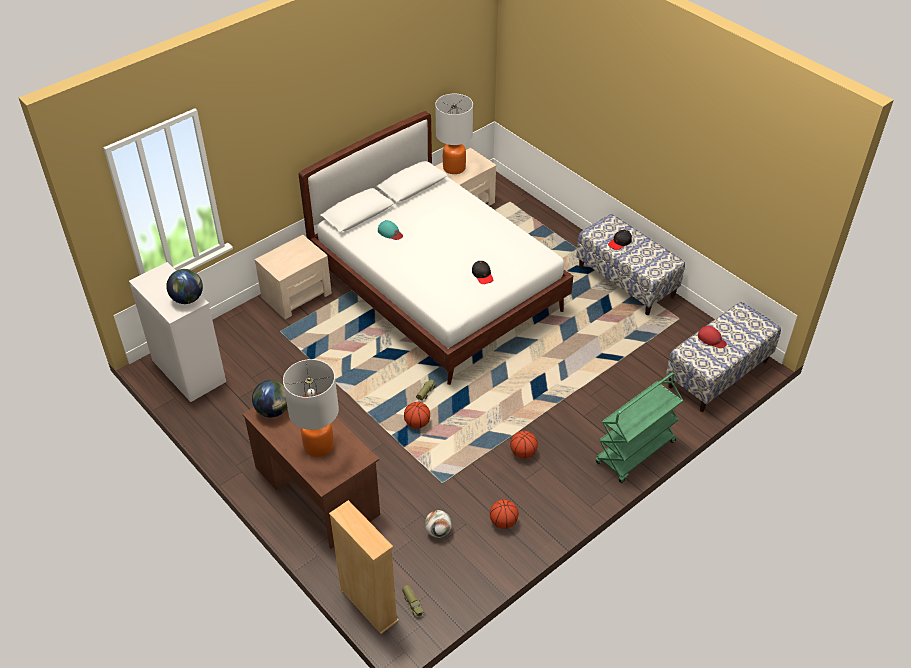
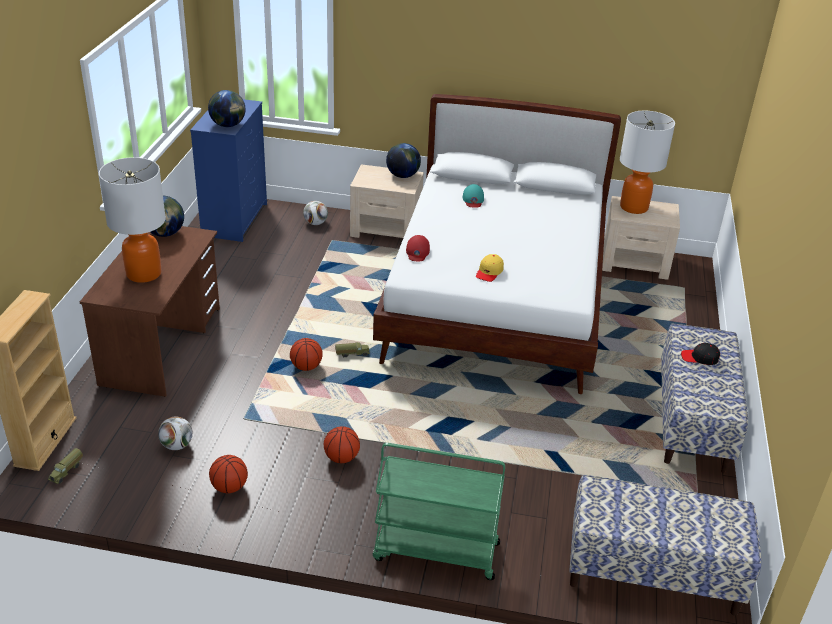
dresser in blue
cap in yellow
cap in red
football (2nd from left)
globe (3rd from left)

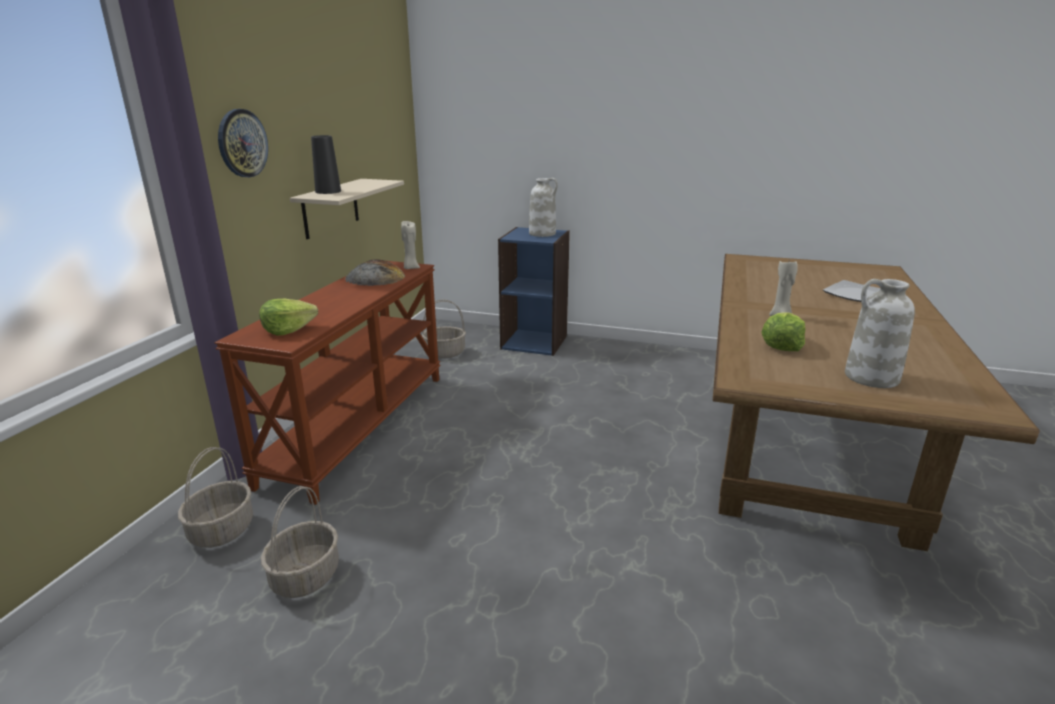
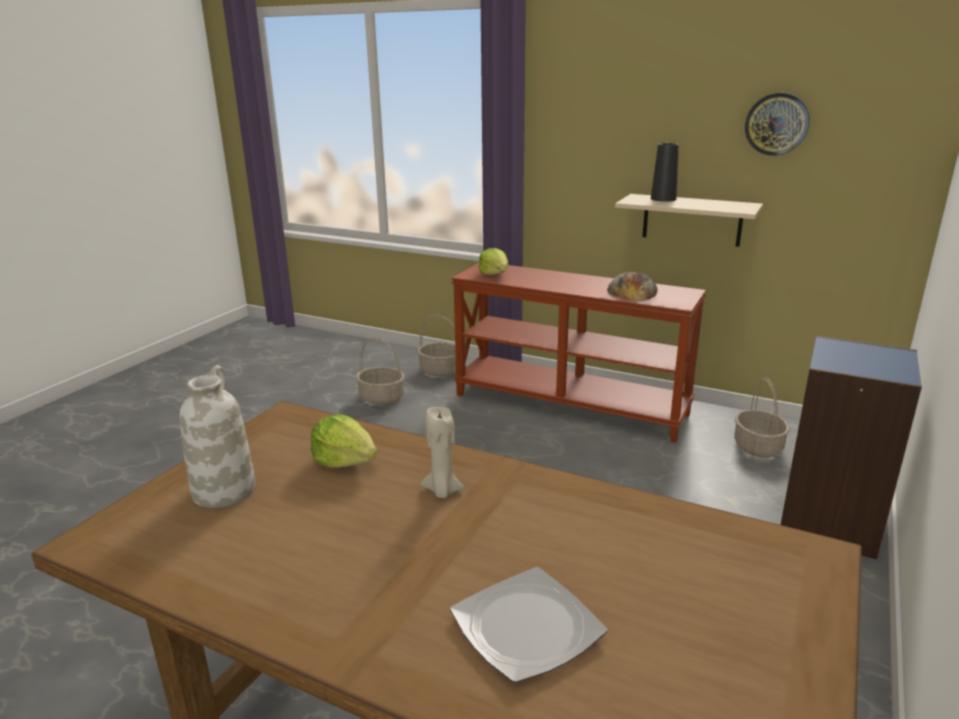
wall clock
candle in beige (1st from left in the first image)
vase in white (1st from left in the first image)

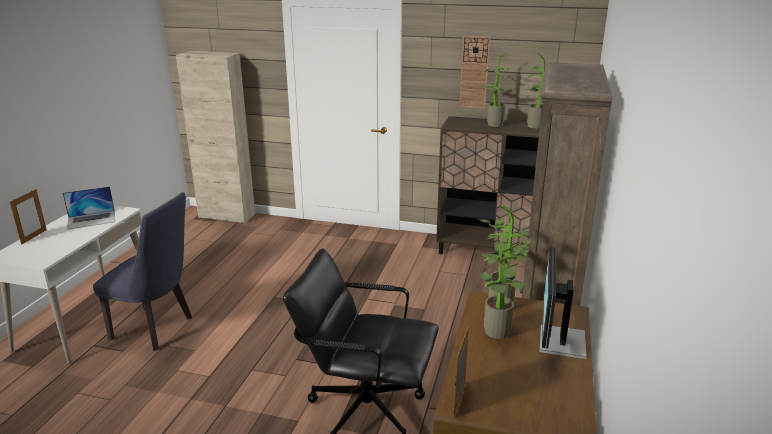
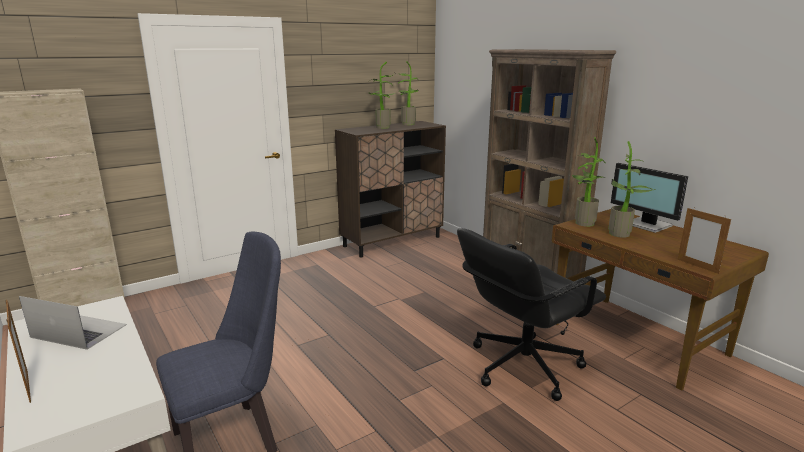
laptop
wall clock

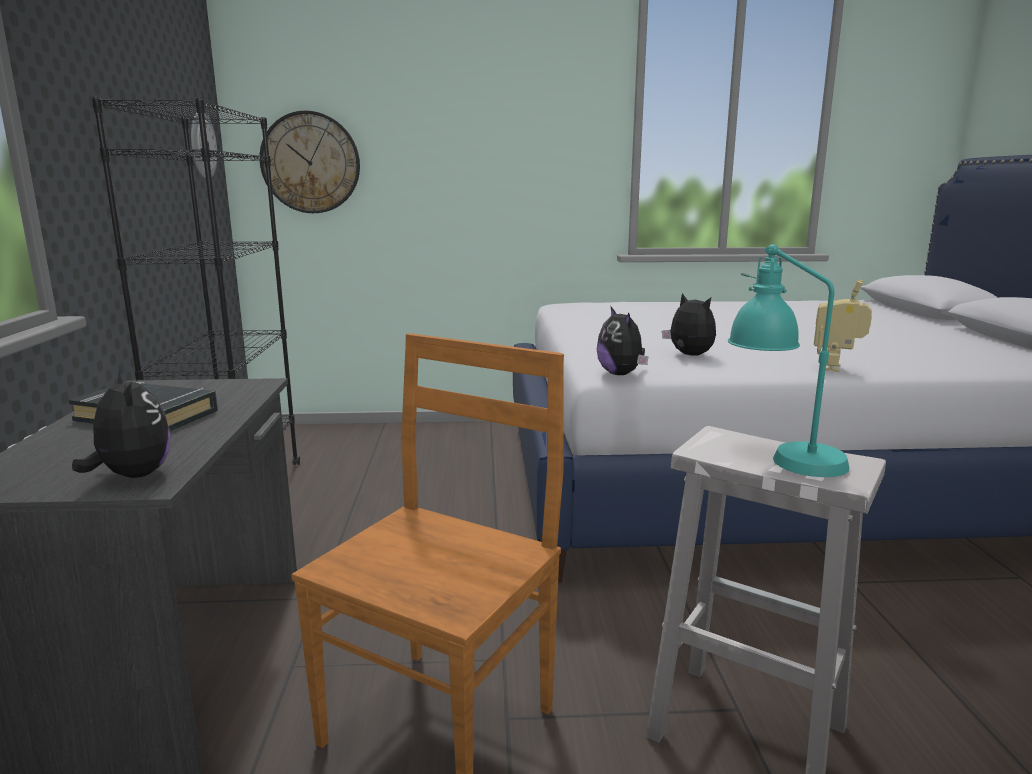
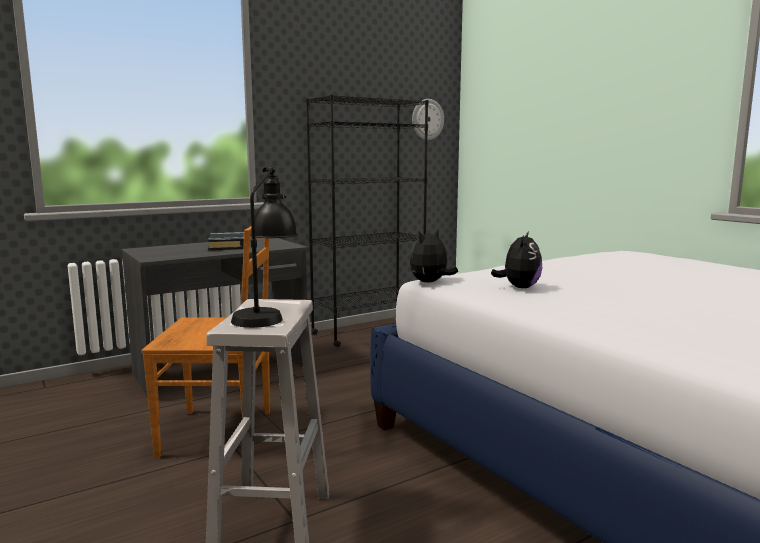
plush toy (1st from left in the first image)
wall clock (2nd from left in the first image)
table lamp in black
toy robot

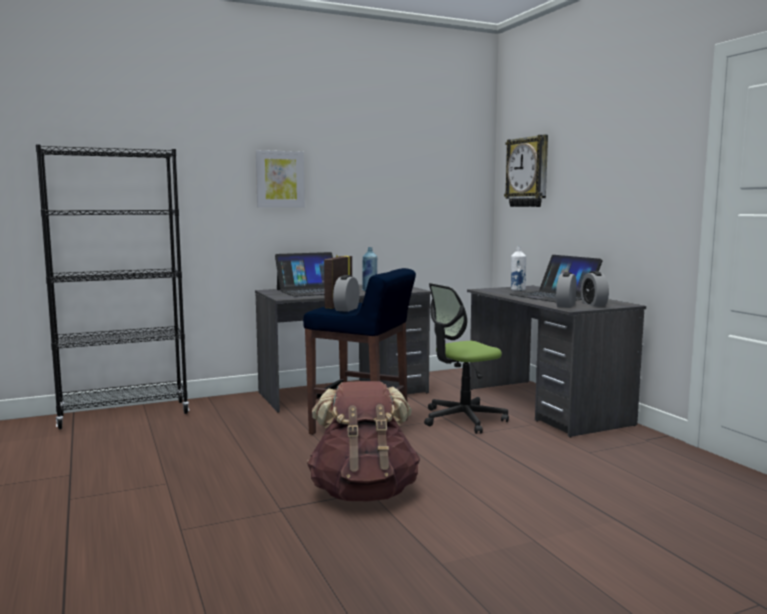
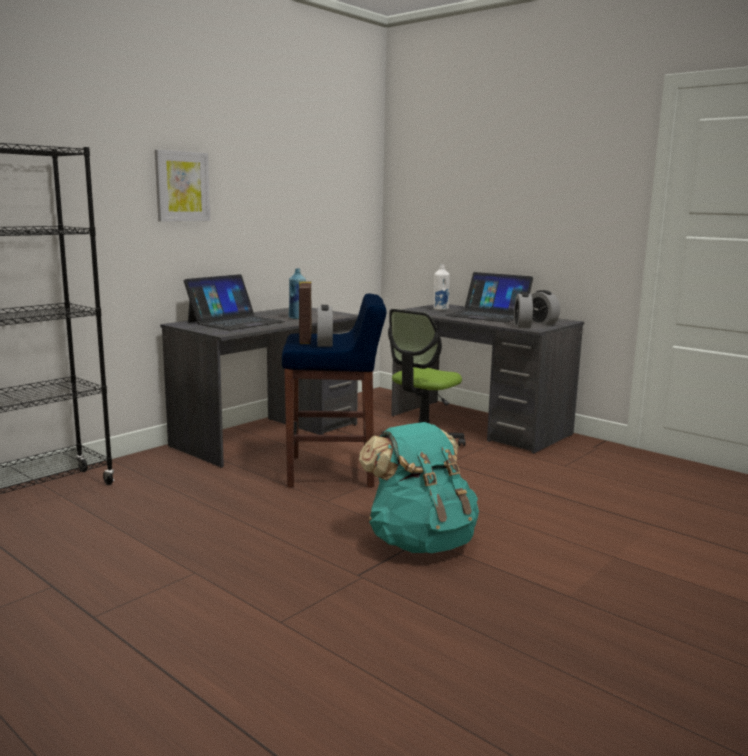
backpack in turquoise
wall clock

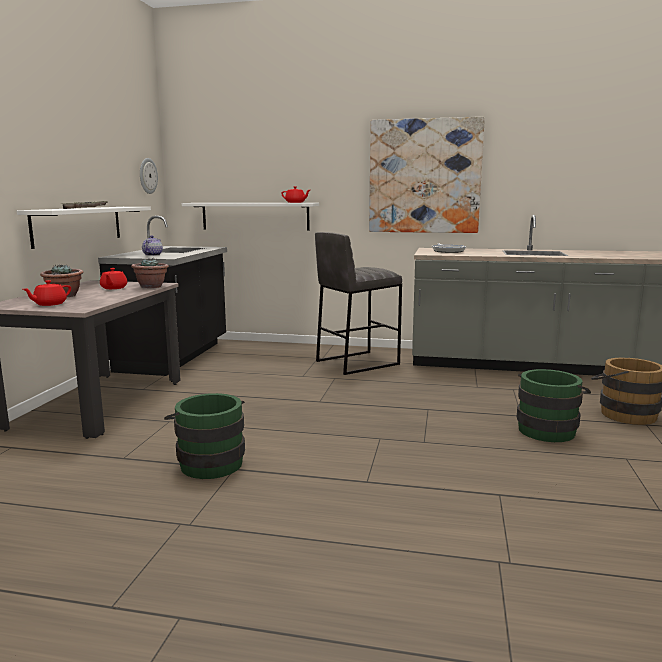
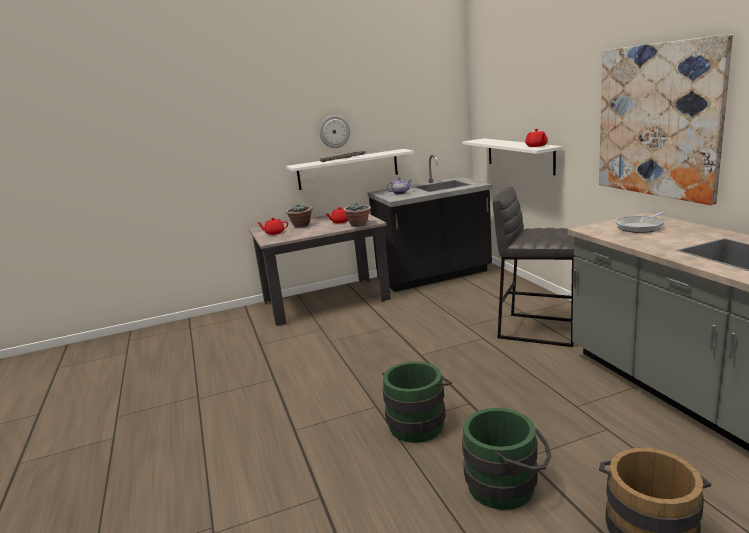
wall clock
bucket in green (1st from left)

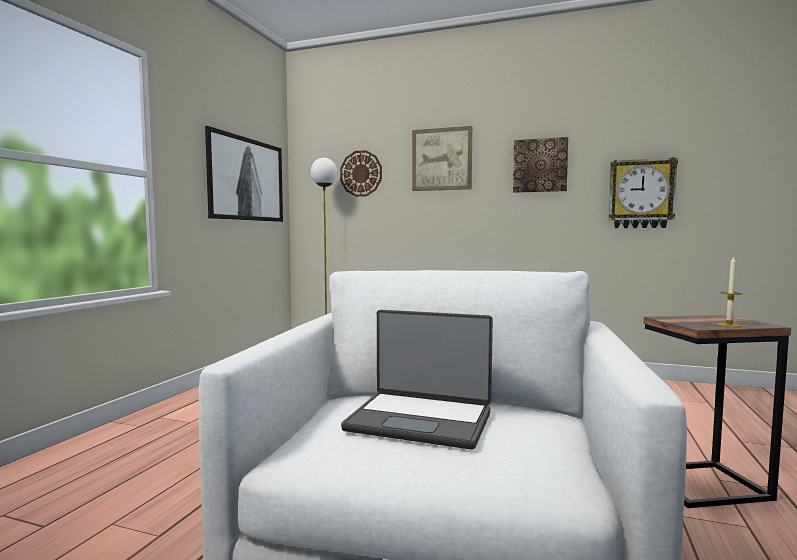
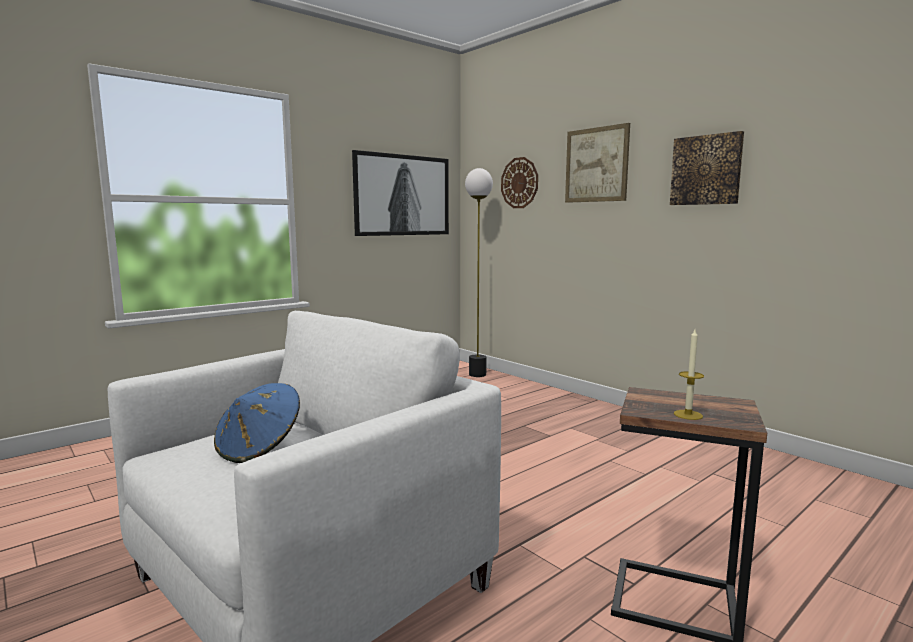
hat in blue
wall clock (2nd from left in the first image)

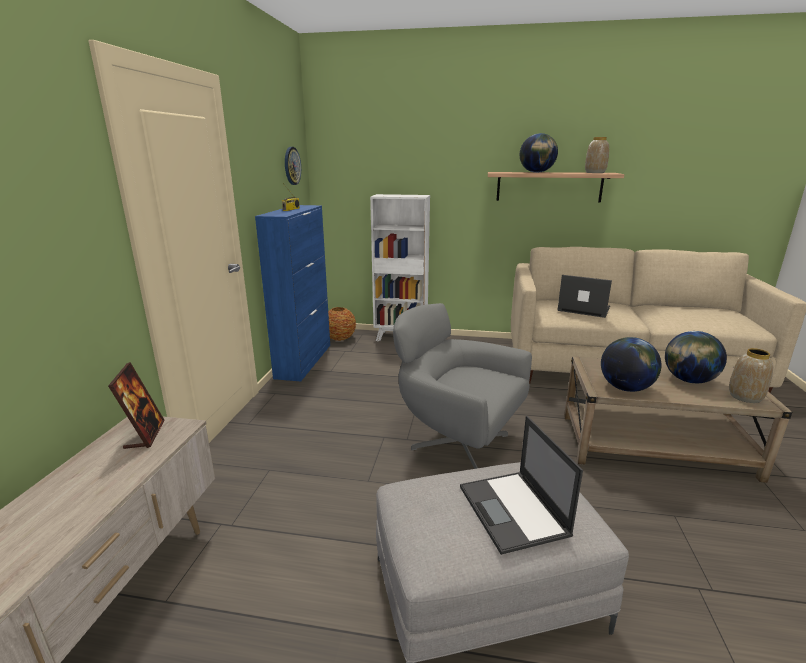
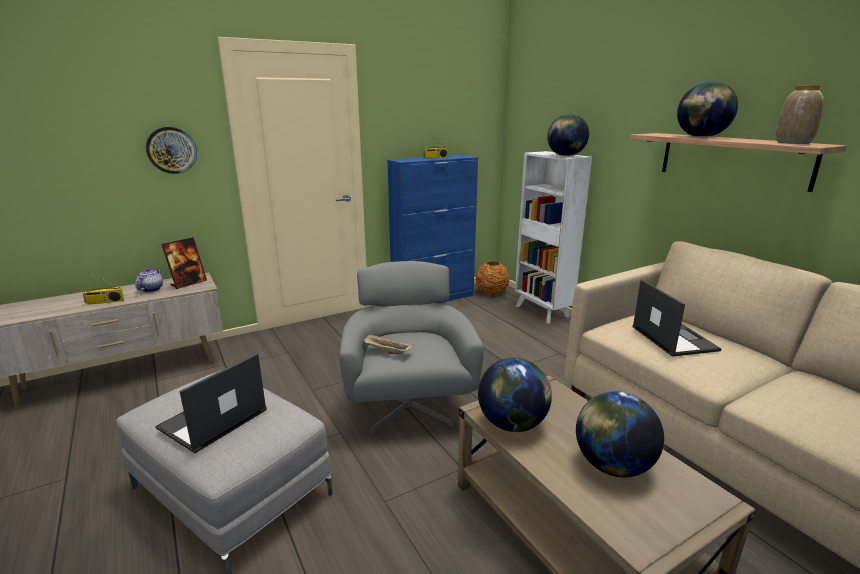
wall clock
vase (3rd from left in the first image)
radio (1st from left)
teapot
tray in beige
globe (2nd from left)

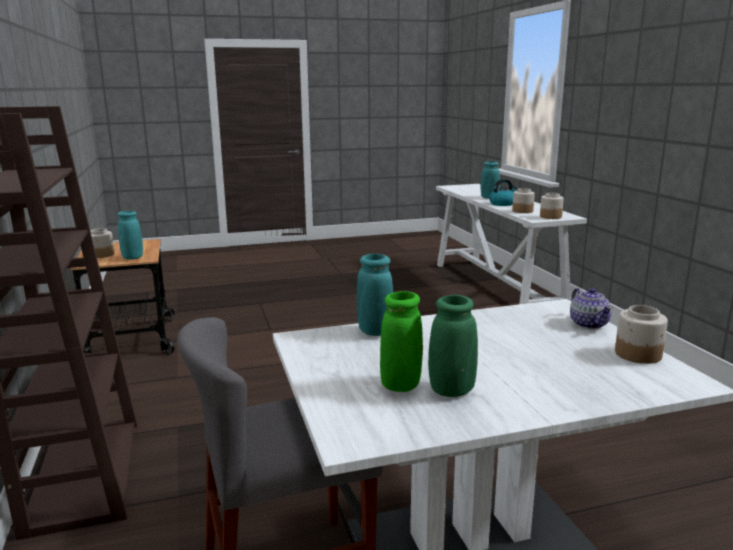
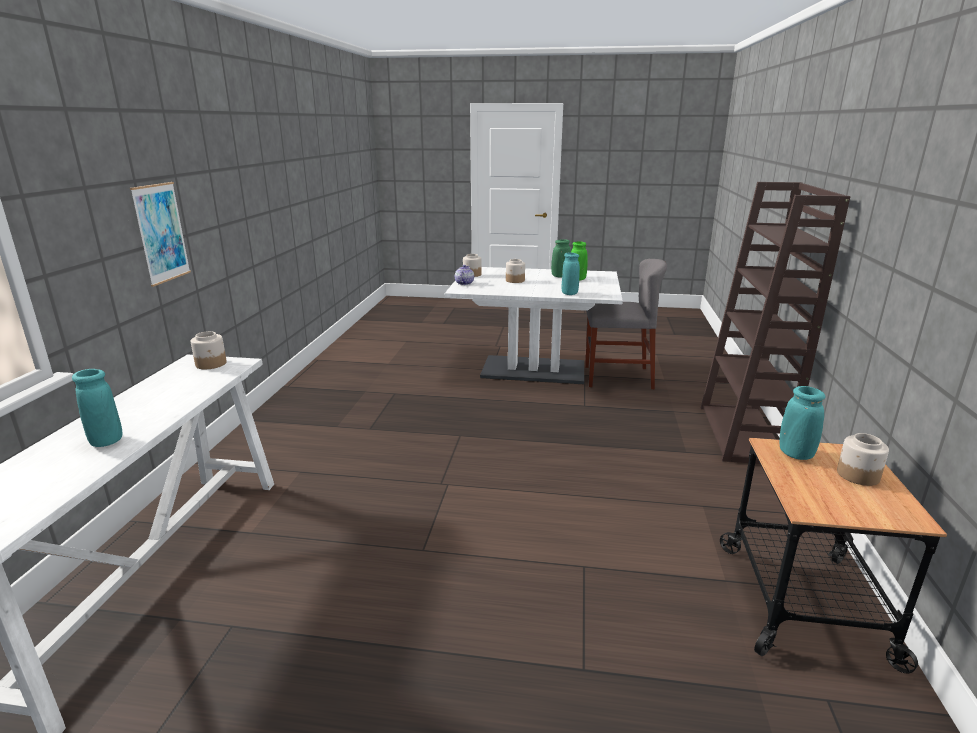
kettle
jar (3rd from left)
picture

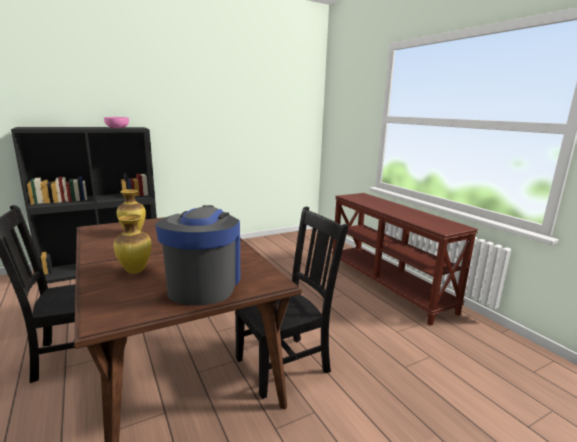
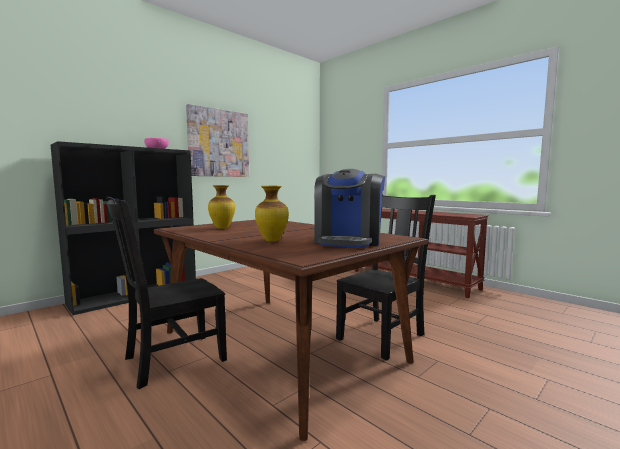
coffee machine
picture

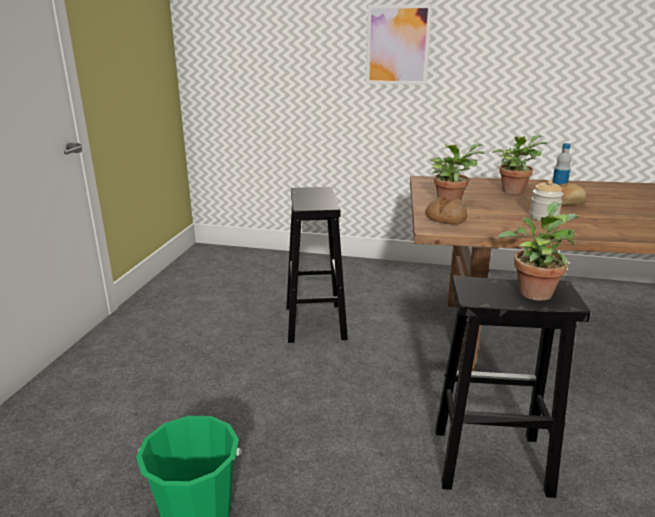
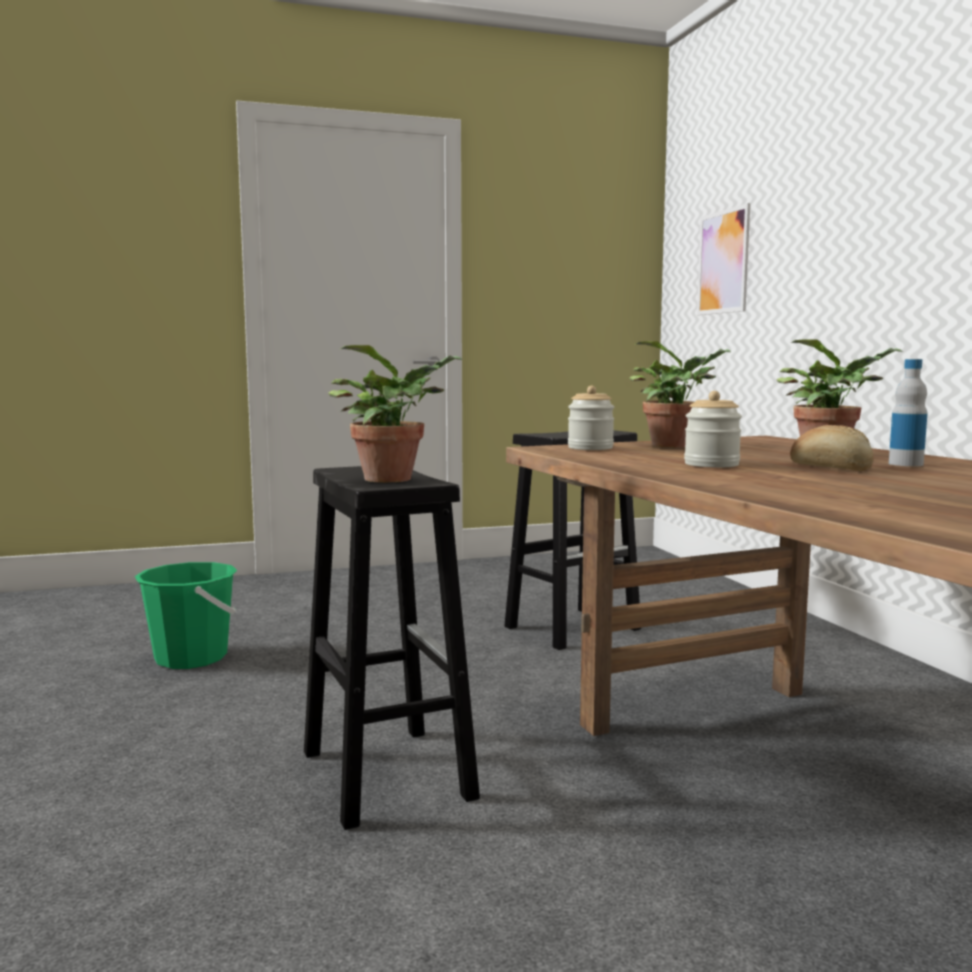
picture
jar (1st from left)

